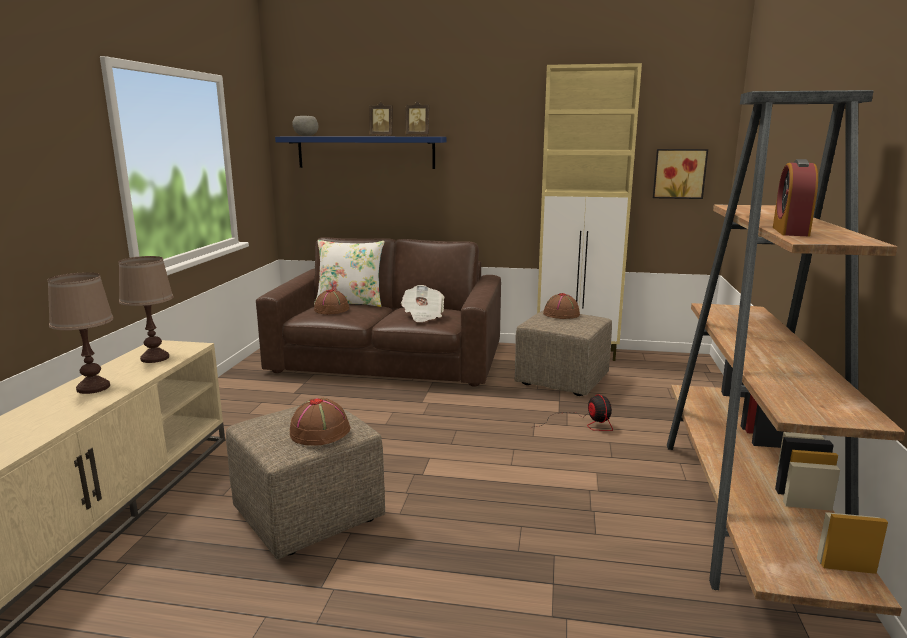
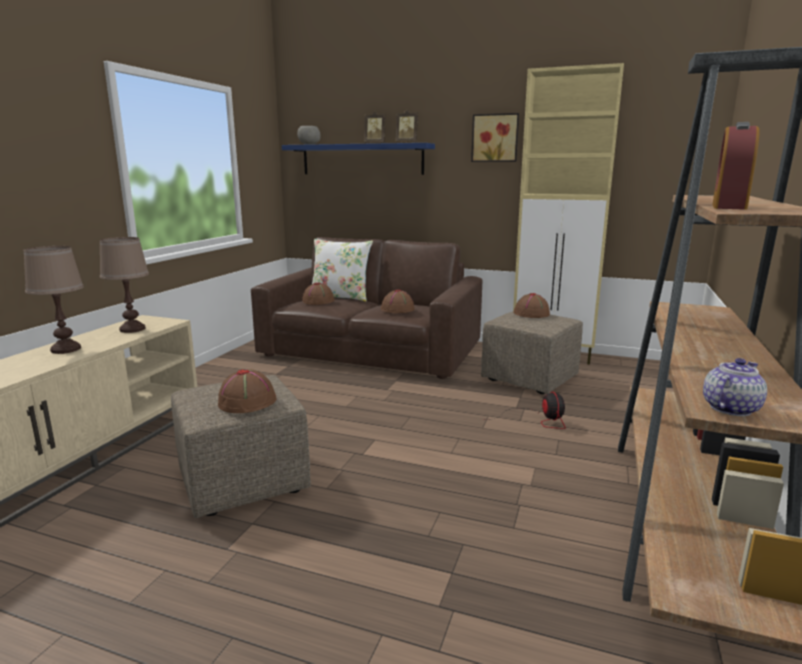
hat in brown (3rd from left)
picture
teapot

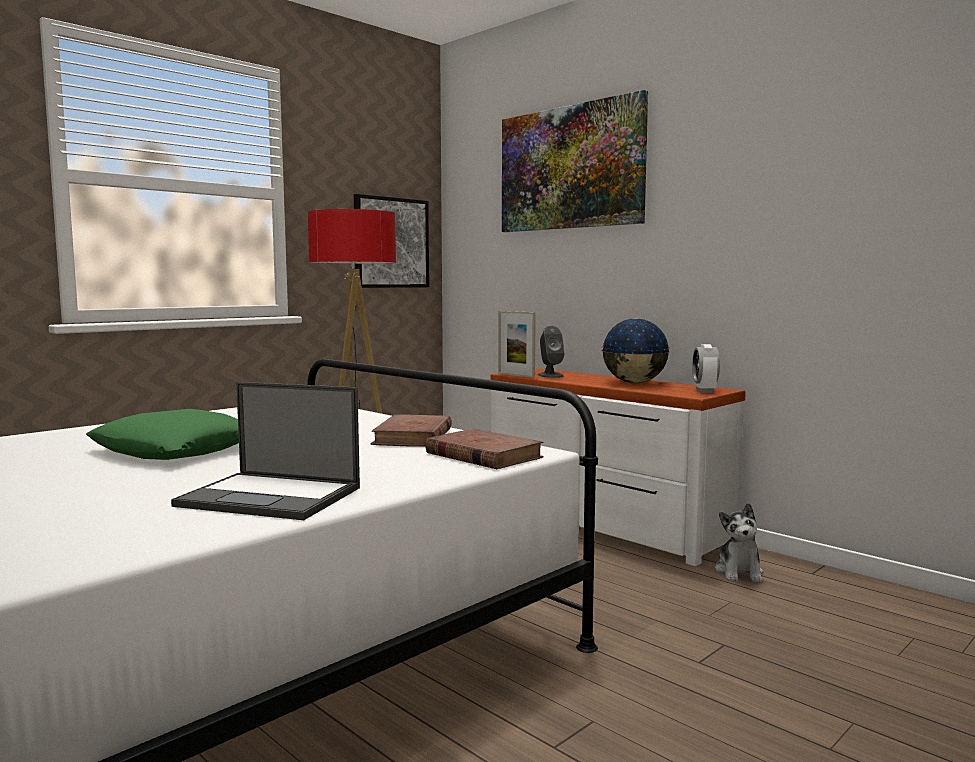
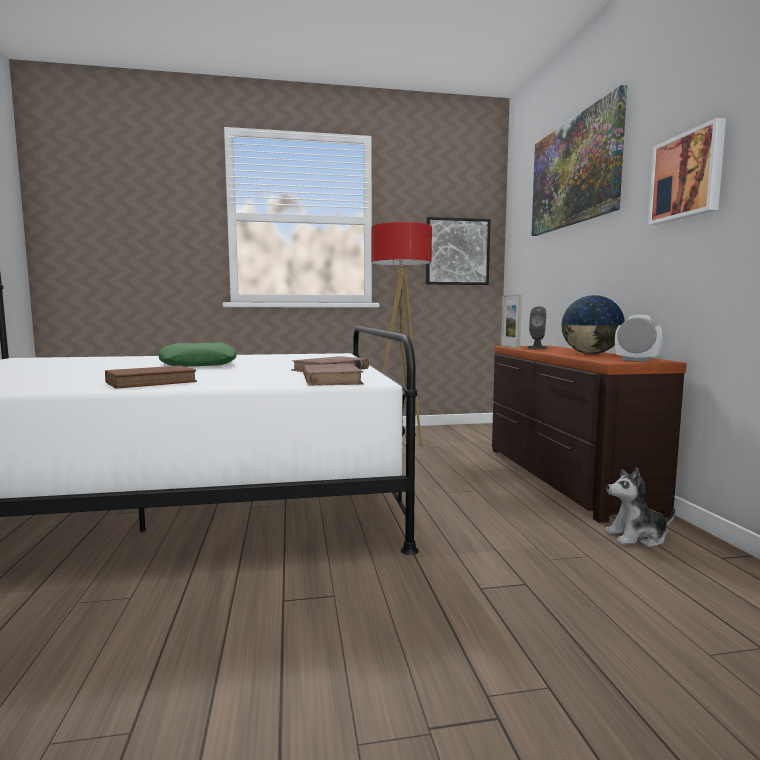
book in brown (1st from left)
dresser in brown
alarm clock
plush toy
picture (3rd from left)

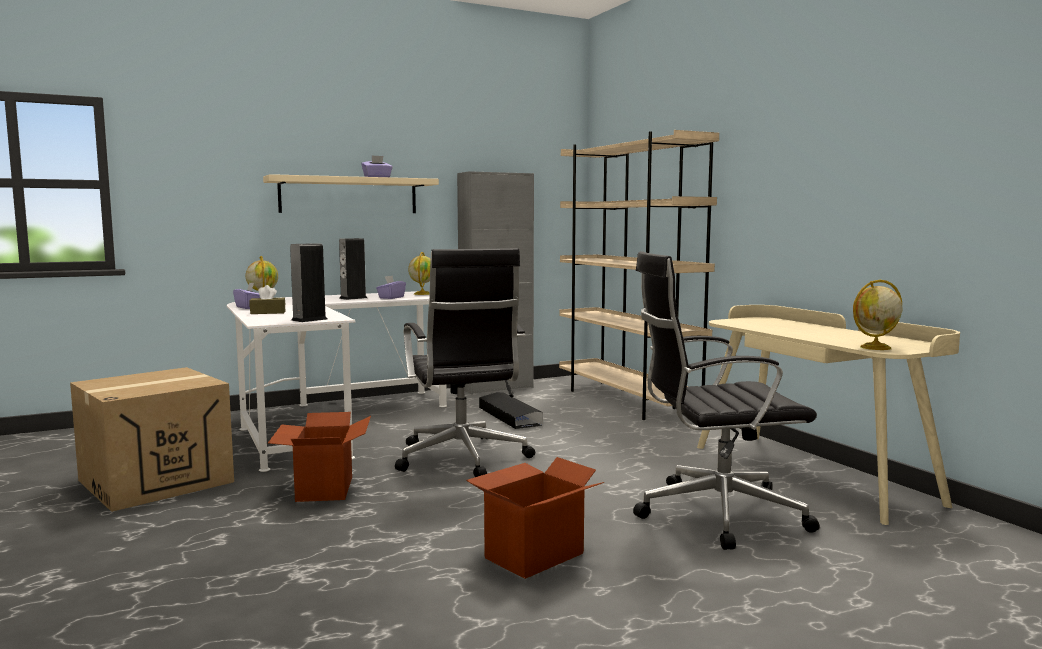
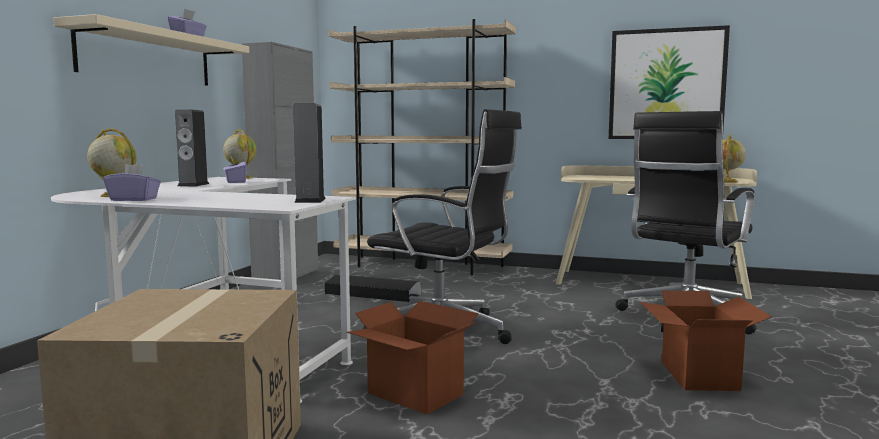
tissue box in brown
picture

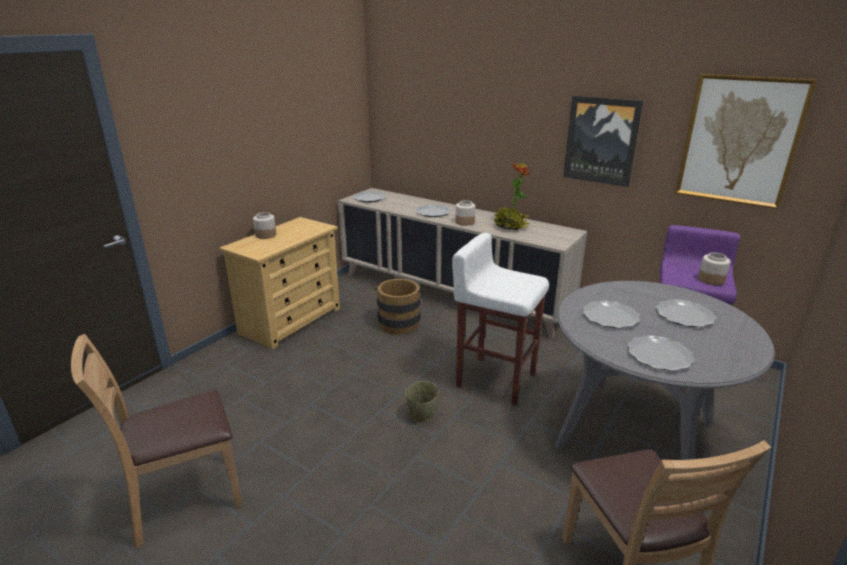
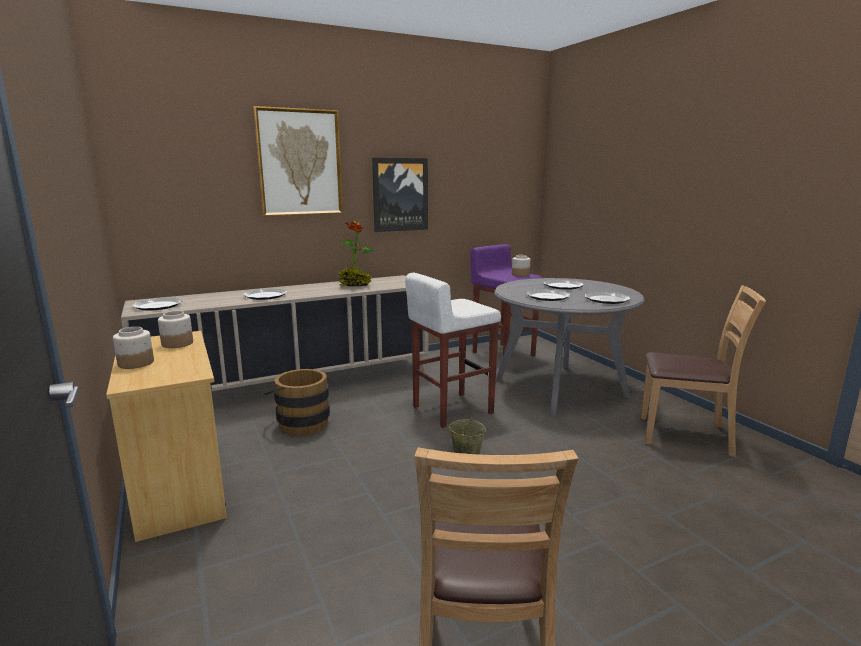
jar (2nd from left)
picture (1st from left)

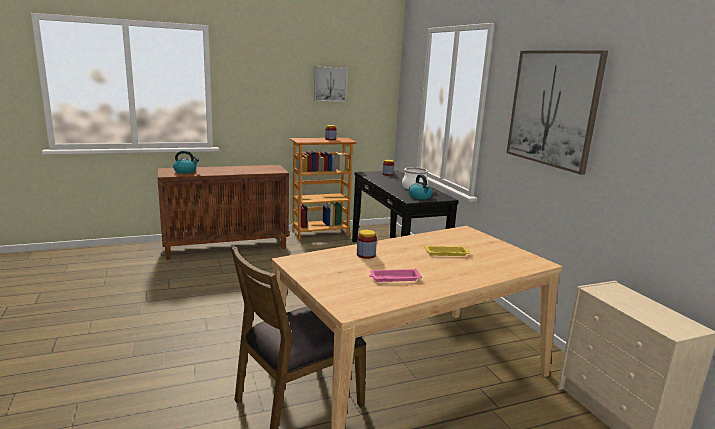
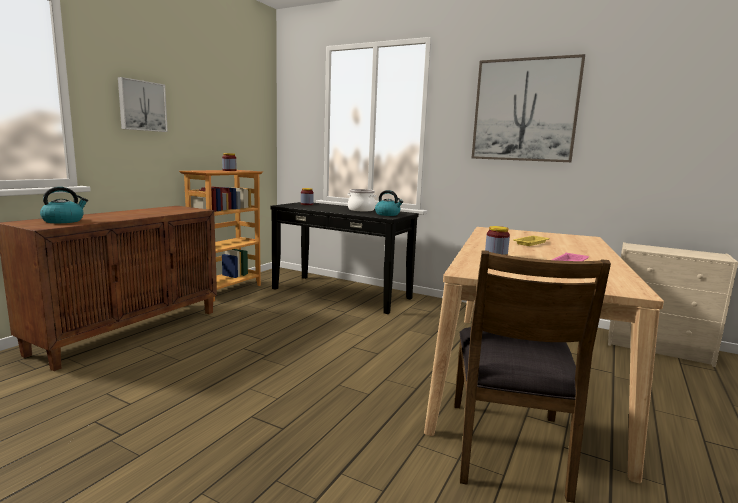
picture (1st from left)

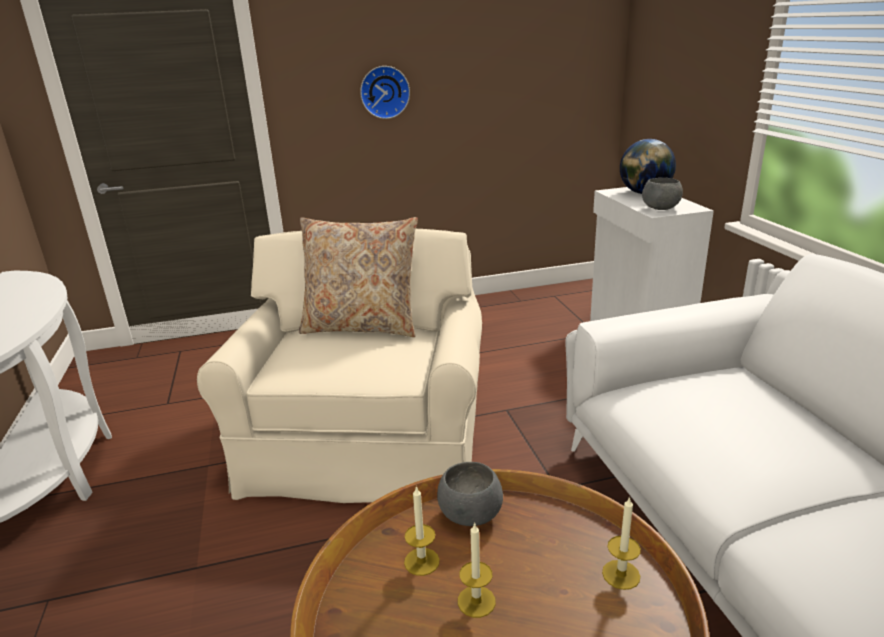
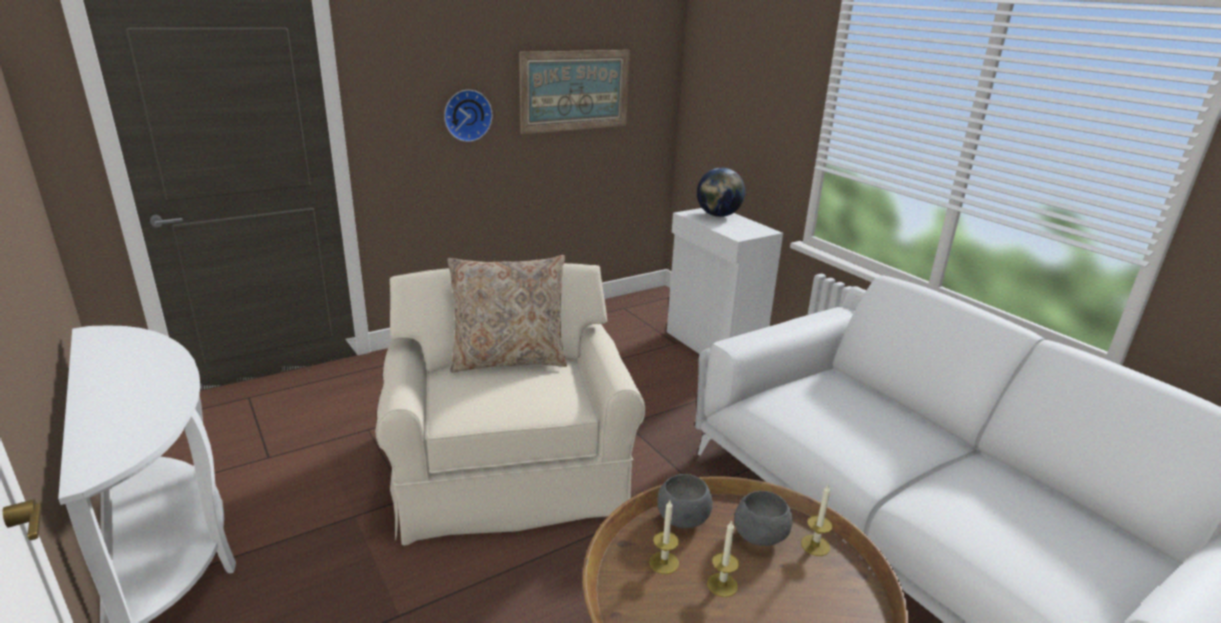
bowl in grey (2nd from left)
picture

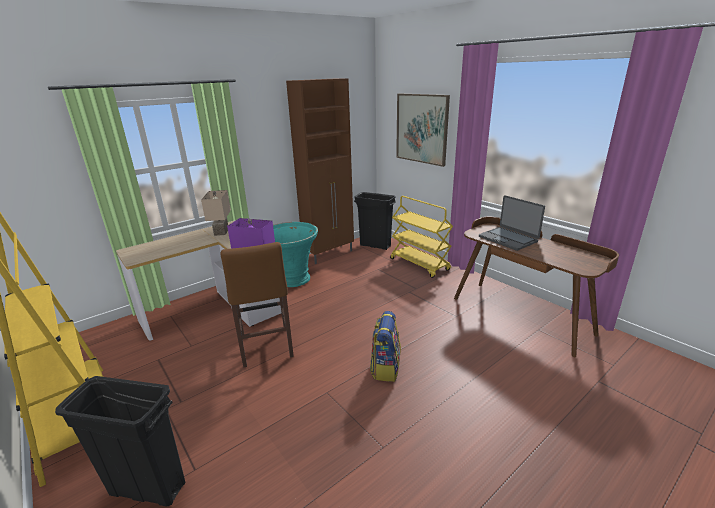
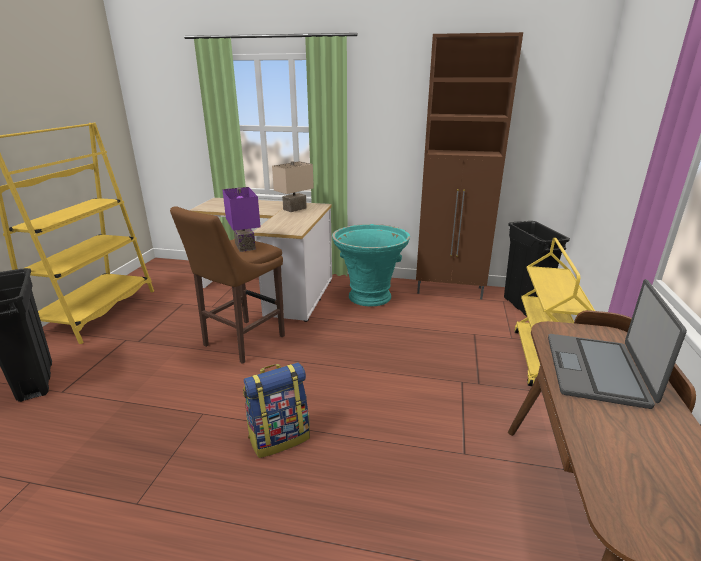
picture

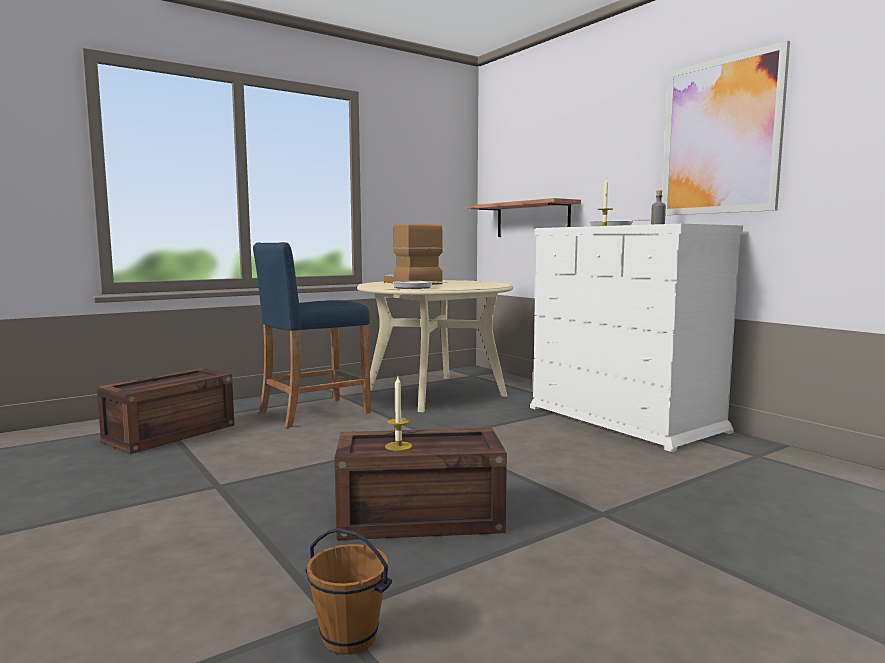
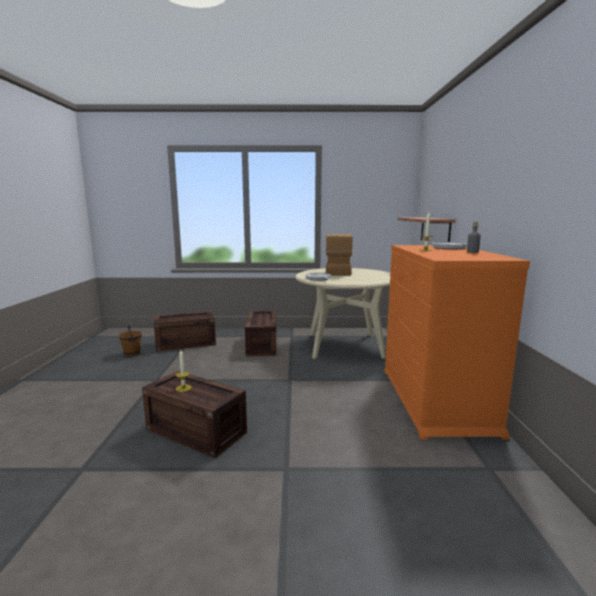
crate (3rd from left)
bucket in brown
dresser in orange
picture

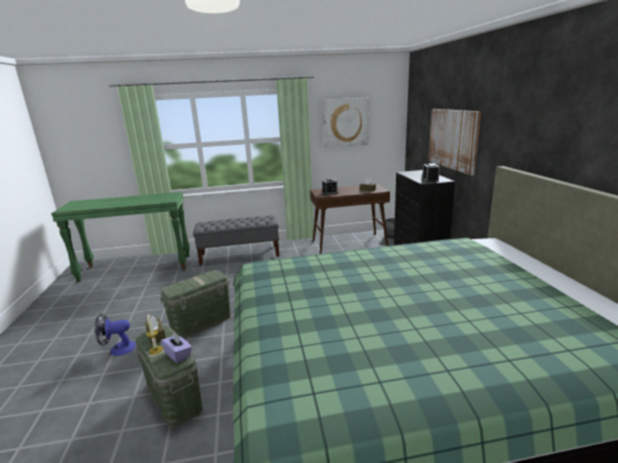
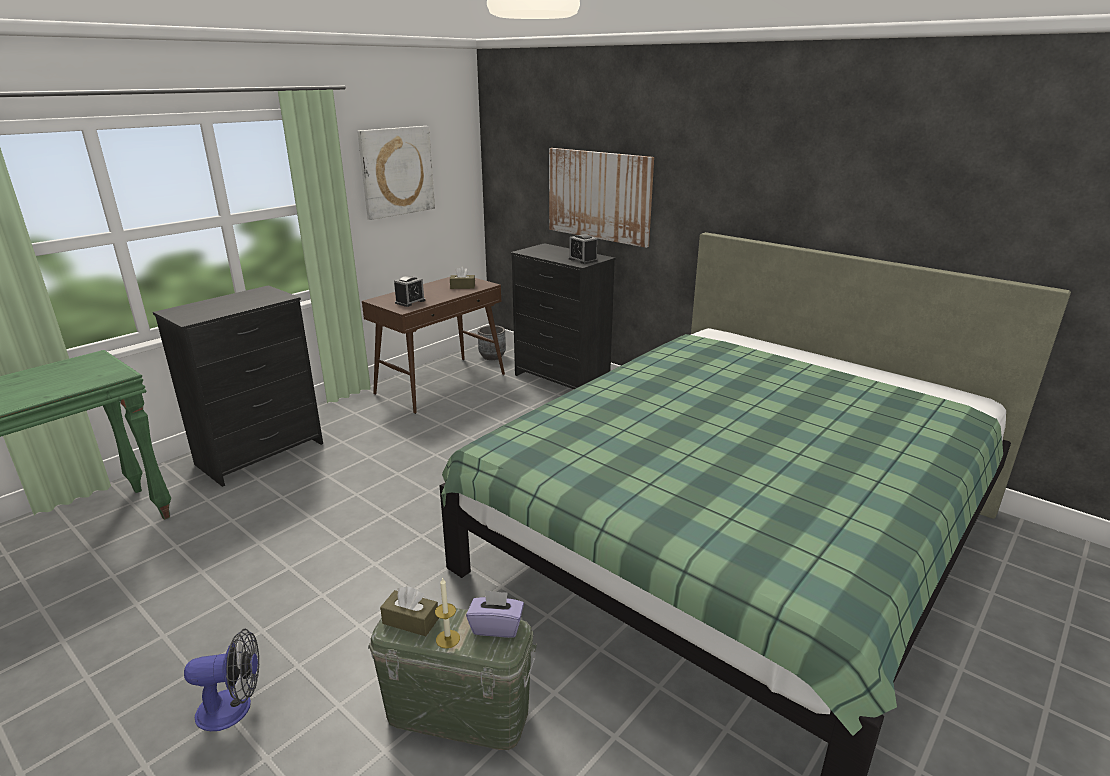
fan
storage box in green (2nd from left in the first image)
dresser in black (1st from left)

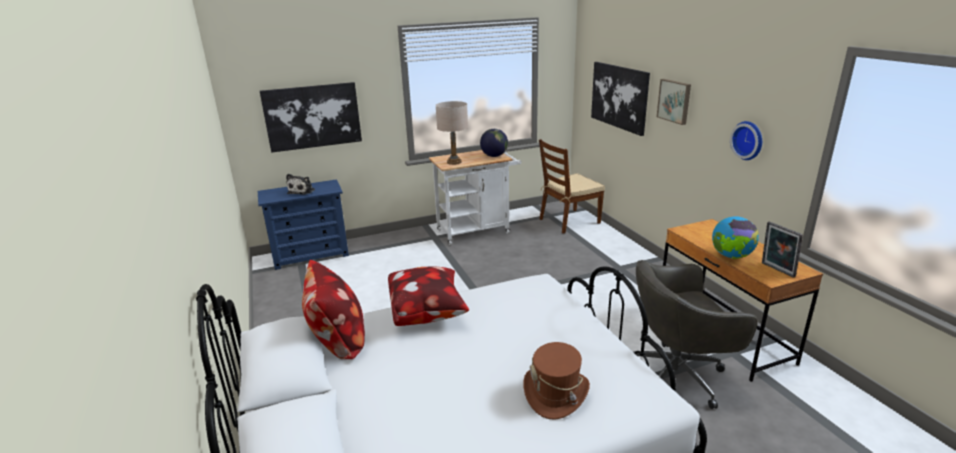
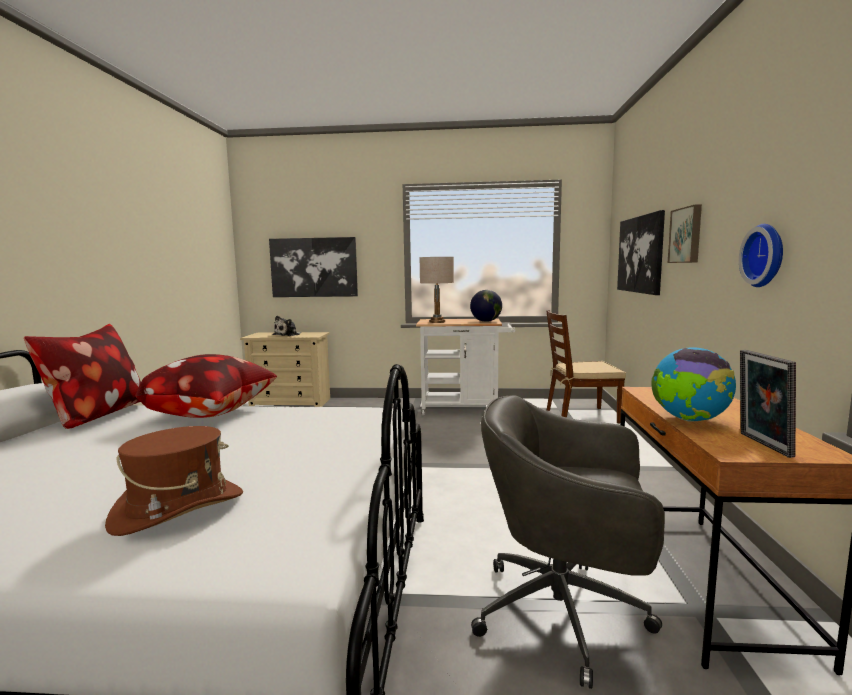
dresser in beige

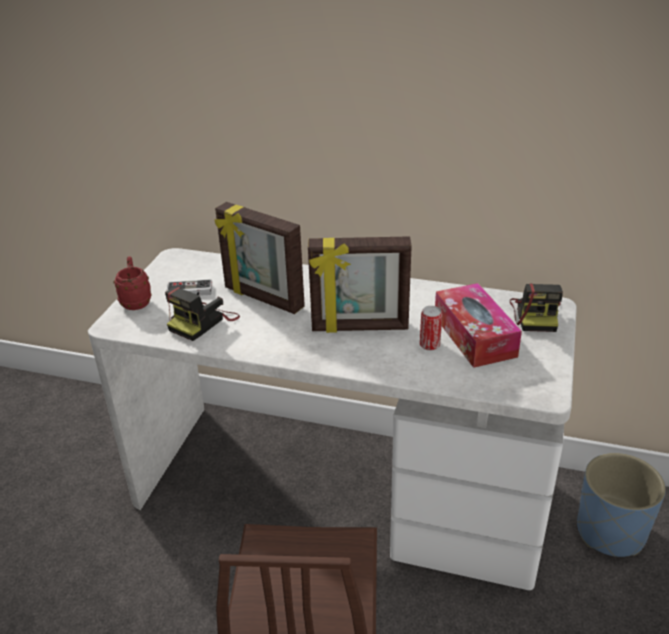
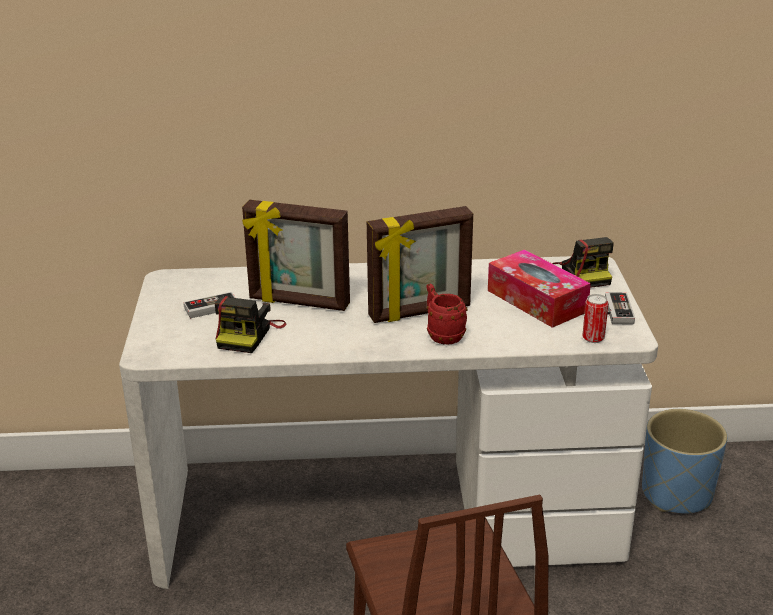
mug in red
can
game controller (2nd from left)

